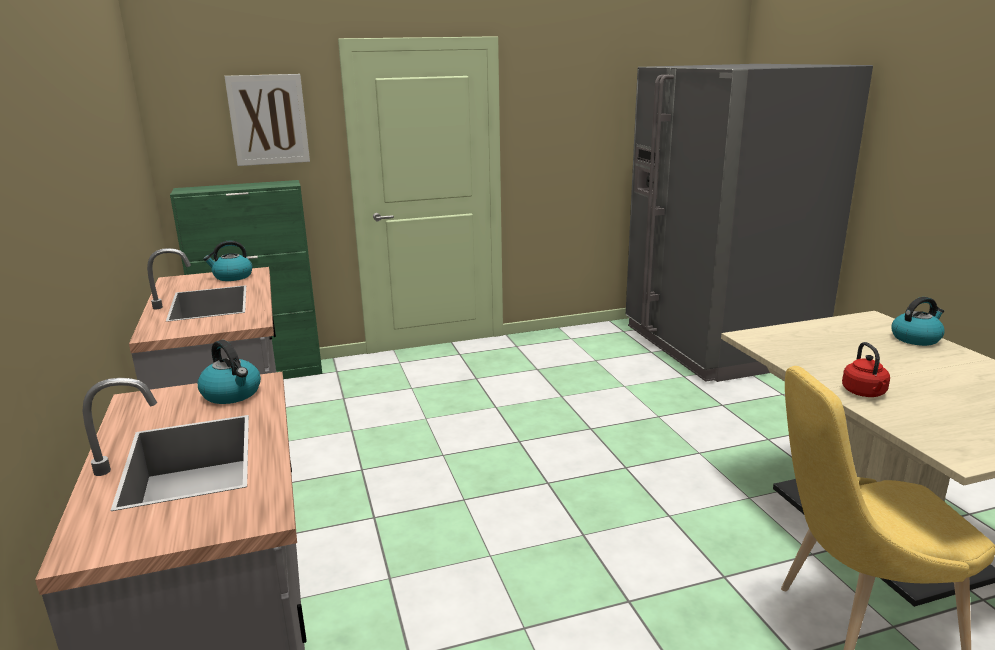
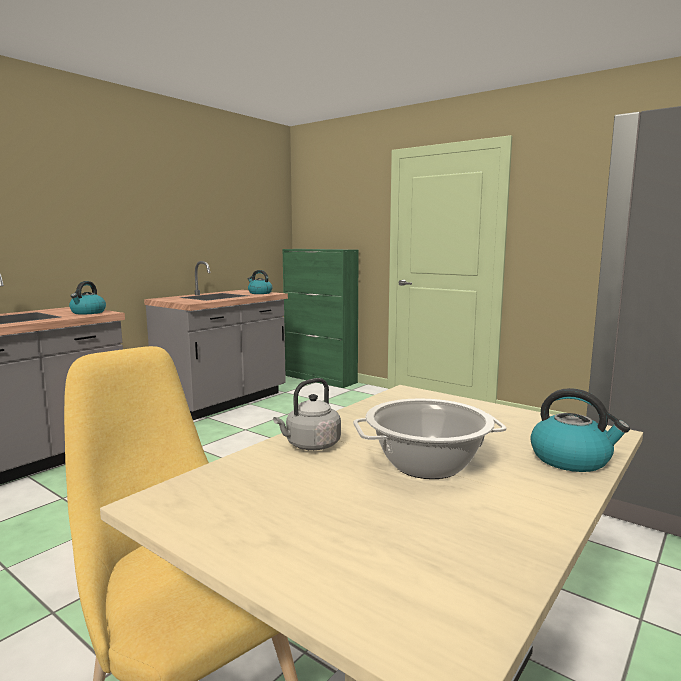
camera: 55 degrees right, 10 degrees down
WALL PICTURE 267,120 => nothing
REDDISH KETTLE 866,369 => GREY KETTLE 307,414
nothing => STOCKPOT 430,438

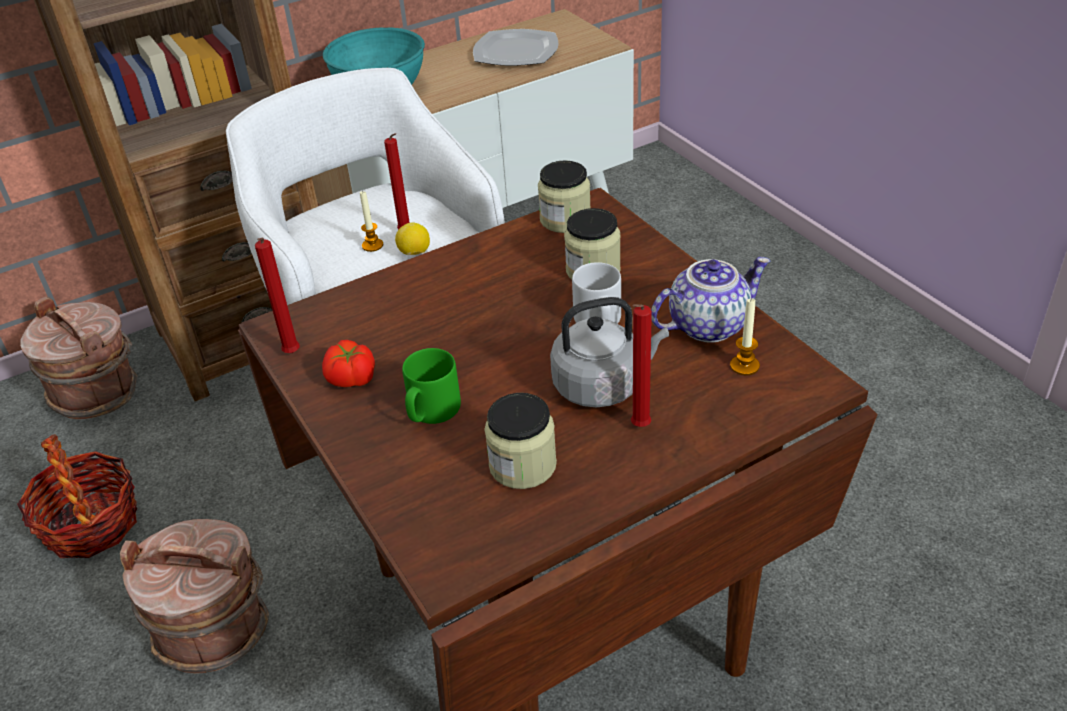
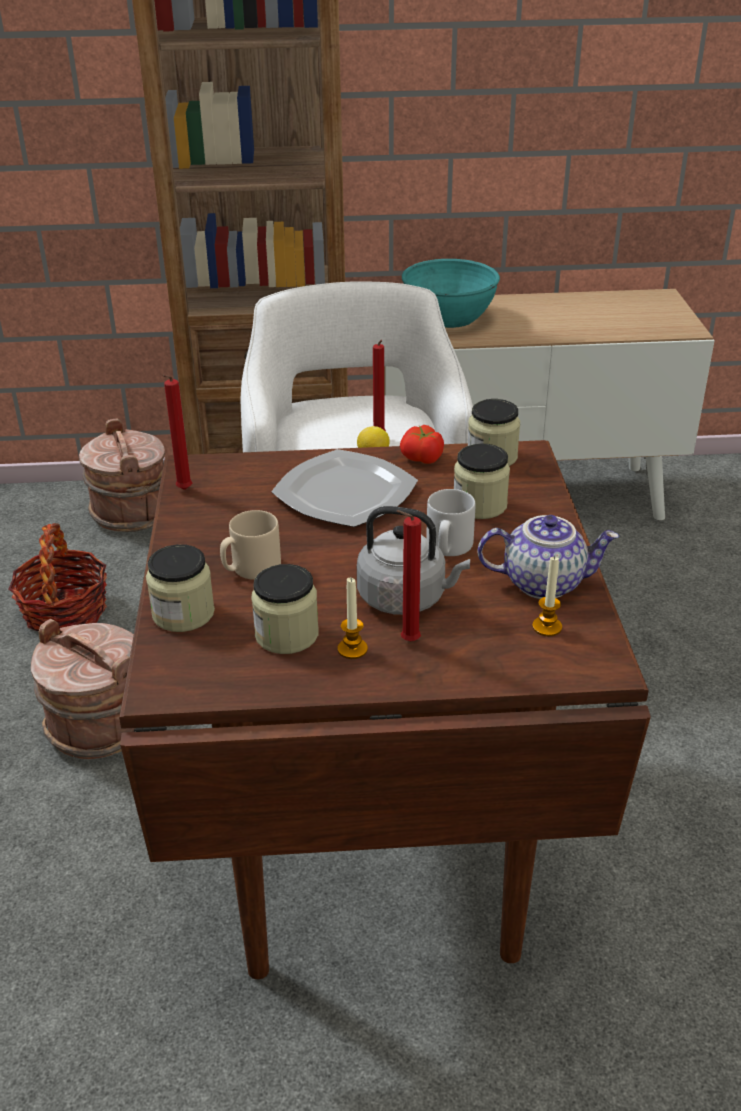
camera: 25 degrees right, 5 degrees down
PLATE 516,47 => PLATE 344,488, shifted
WAX CANDLE 371,221 => WAX CANDLE 353,618, shifted
TOMATO 348,363 => TOMATO 422,444, shifted
GREENISH TEA MUG 431,386 => BEIGE TEA MUG 250,545
nothing => PRESERVE JAR 180,588

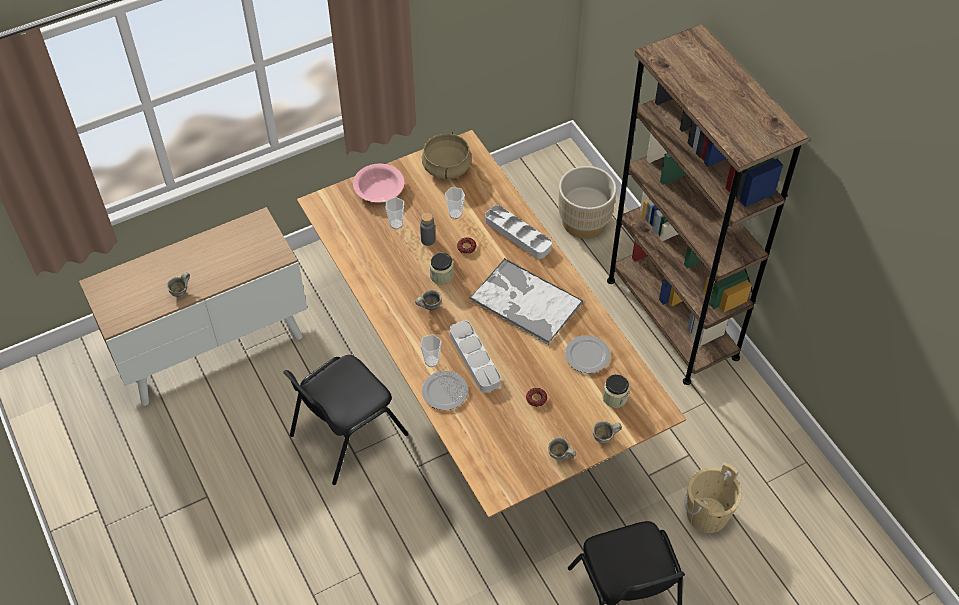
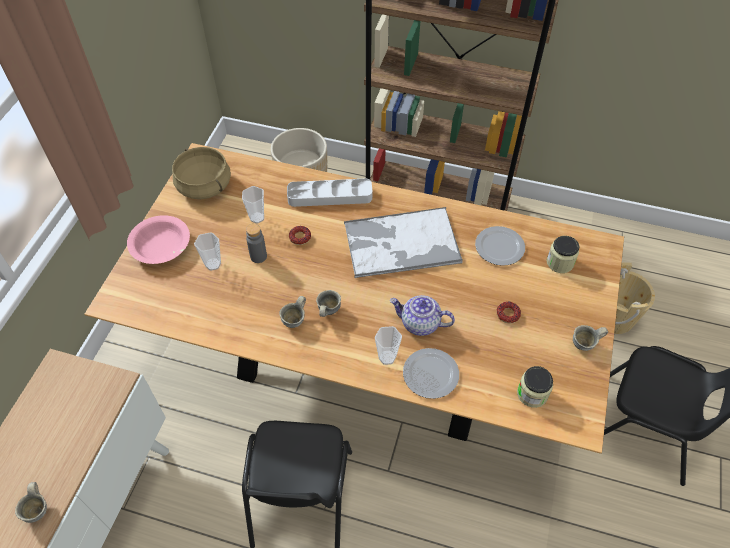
camera: 45 degrees left, 0 degrees up
PRESERVE JAR 442,269 => PRESERVE JAR 535,387, shifted
GREY TRAY 475,357 => TEAPOT 422,315
GREY TEA MUG 607,432 => GREY TEA MUG 292,312, shifted

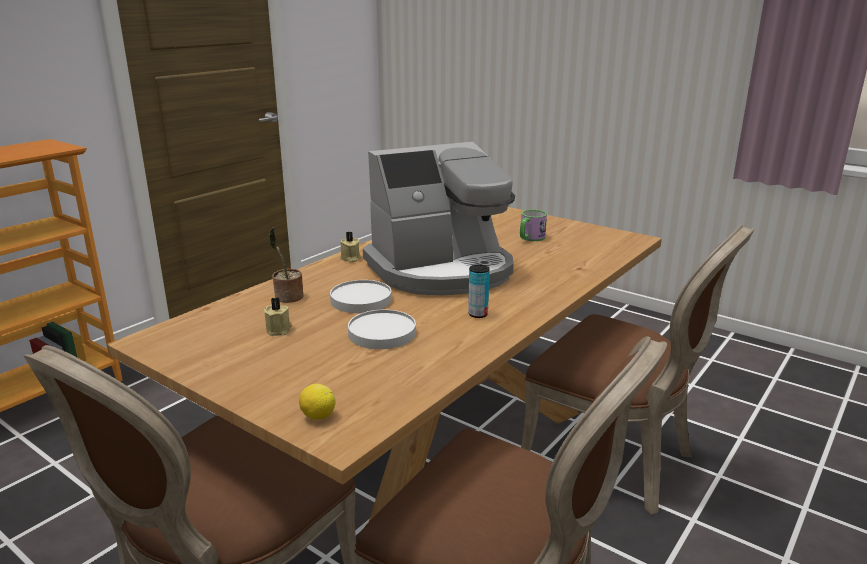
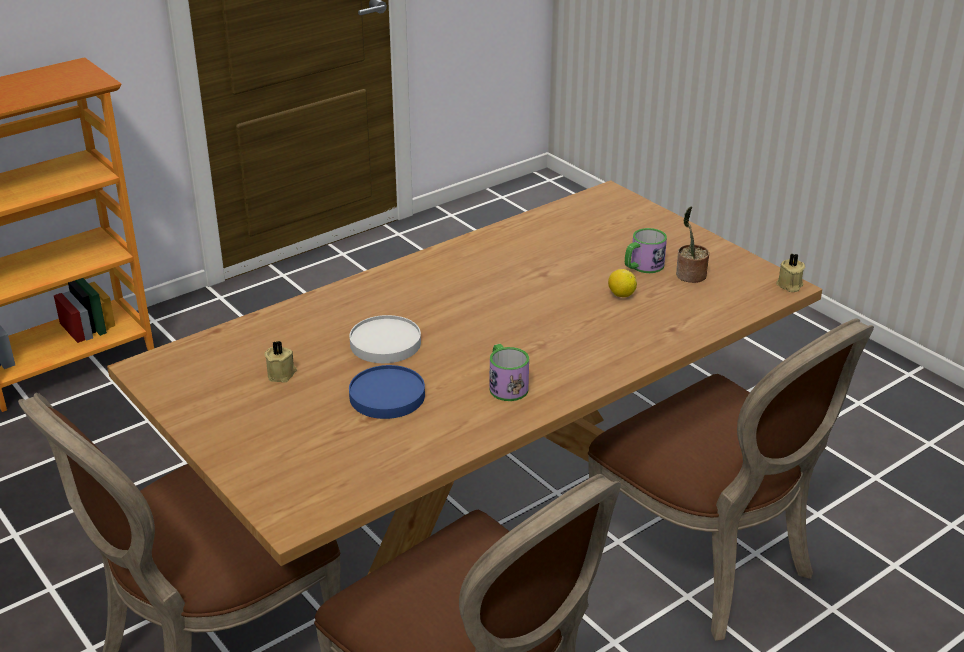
camera: 15 degrees right, 10 degrees up
COFFEE MAKER 439,218 => nothing
POTTED PLANT 286,265 => POTTED PLANT 692,244, shifted
BEIGE WAX CANDLE 350,246 => BEIGE WAX CANDLE 790,272, shifted
CAN 479,291 => TEA MUG 509,372
WHITE-COLOURED PLATE 382,329 => BLUISH PLATE 387,392
CITRUS FRUIT 317,402 => CITRUS FRUIT 622,283, shifted

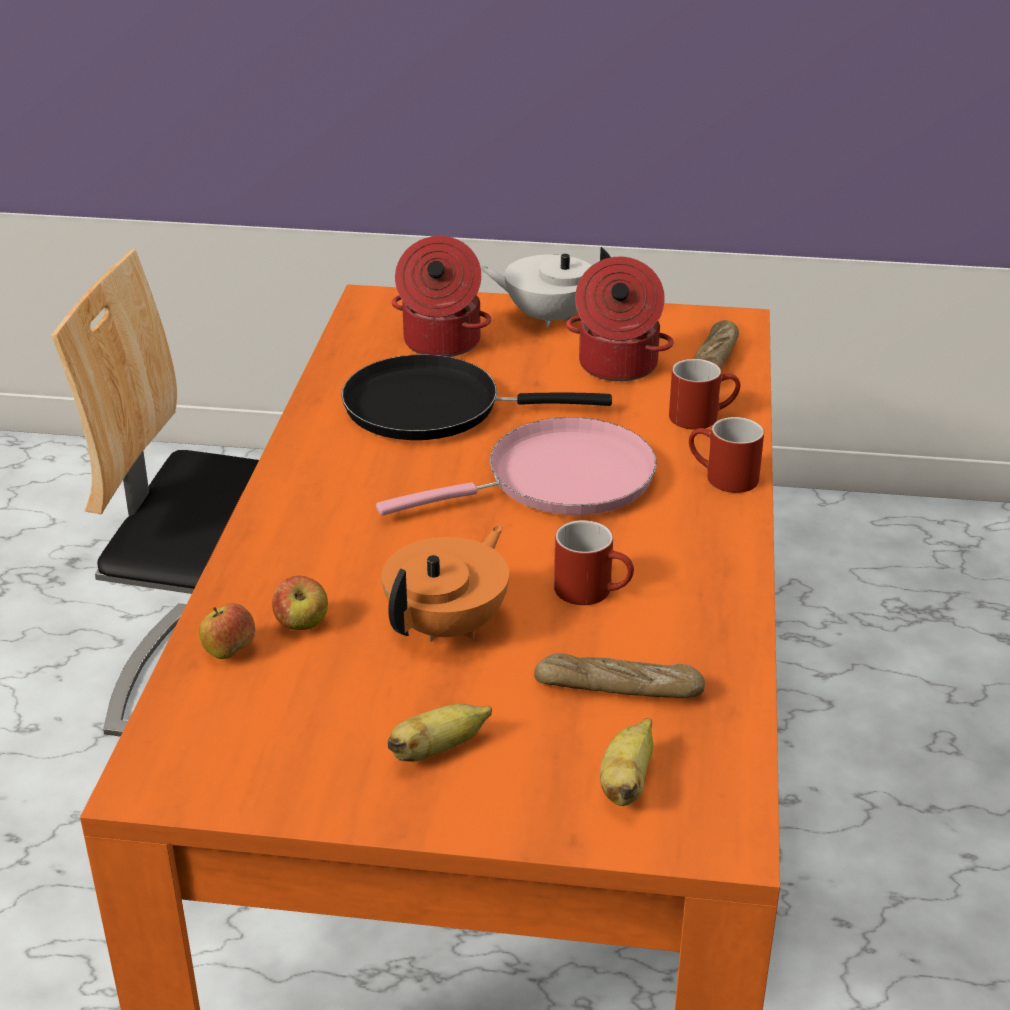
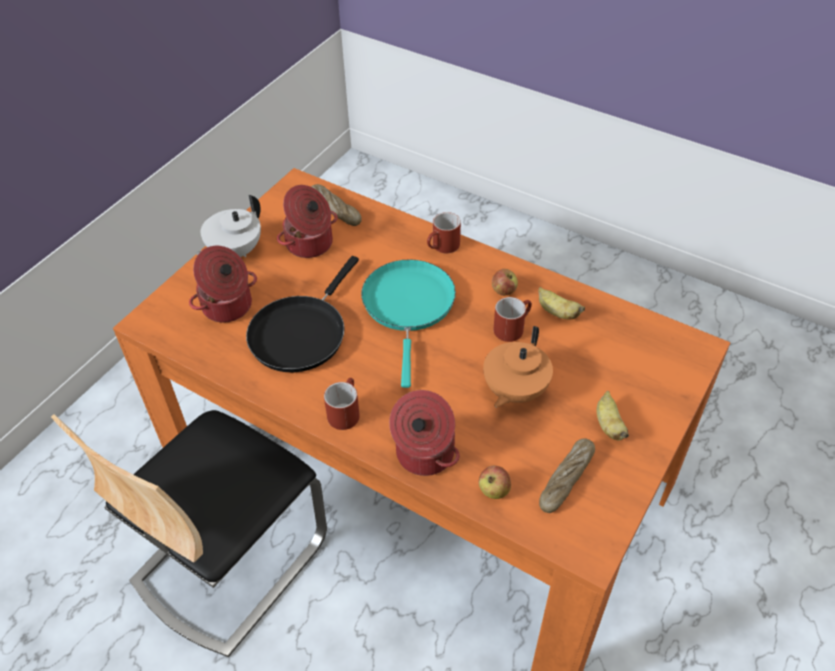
camera: 65 degrees left, 15 degrees up
REDDISH TEA MUG 704,394 => REDDISH TEA MUG 342,404, shifted
PINK SKILLET 516,466 => TURQUOISE-COLOURED SKILLET 408,323
ORANGEY TEAPOT 445,584 => ORANGEY TEAPOT 518,366, 120 degrees counterclockwise
WHOLE APPLE 300,603 => WHOLE APPLE 505,282, shifted
BREAD 619,675 => BREAD 567,476, shifted
WHOLE BANANA 626,762 => WHOLE BANANA 561,303, shifted
nothing => STOCKPOT 424,433

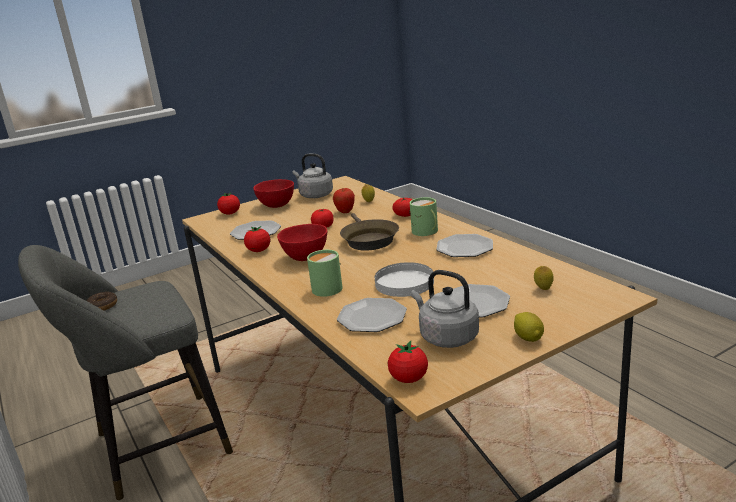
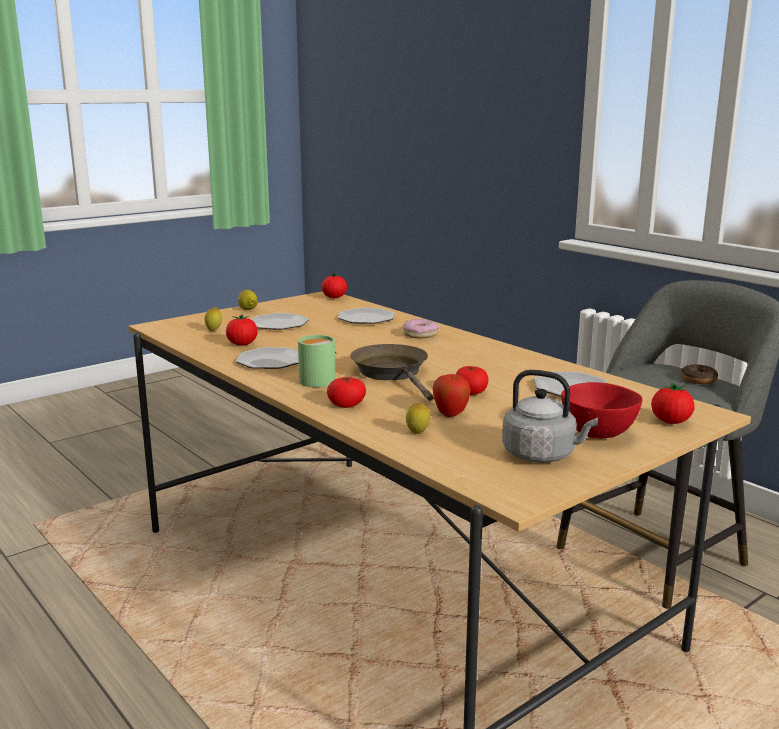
camera: 170 degrees right, 5 degrees down
REDDISH BOWL 302,242 => nothing
TOMATO 257,239 => TOMATO 242,330, shifted
GREENISH TEA MUG 325,273 => DOUGHNUT 421,329
WHITE-COLOURED PLATE 404,279 => nothing
GREY KETTLE 445,309 => nothing

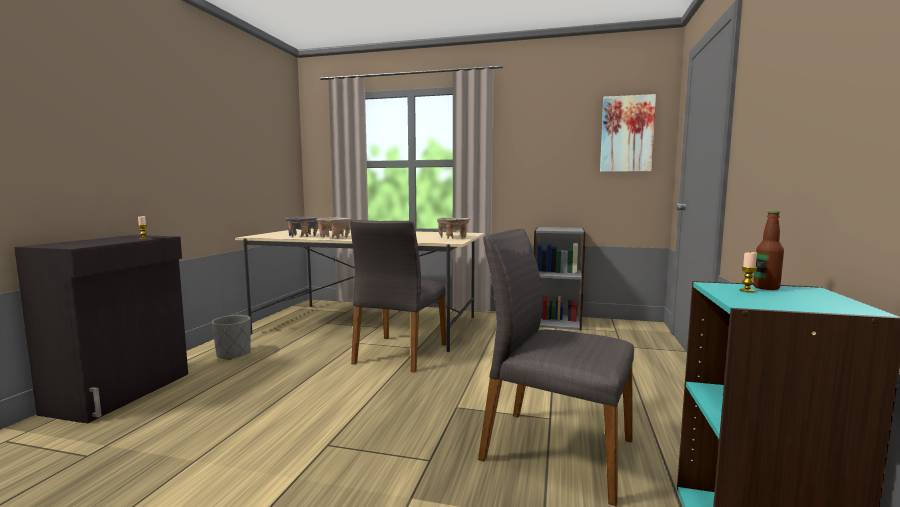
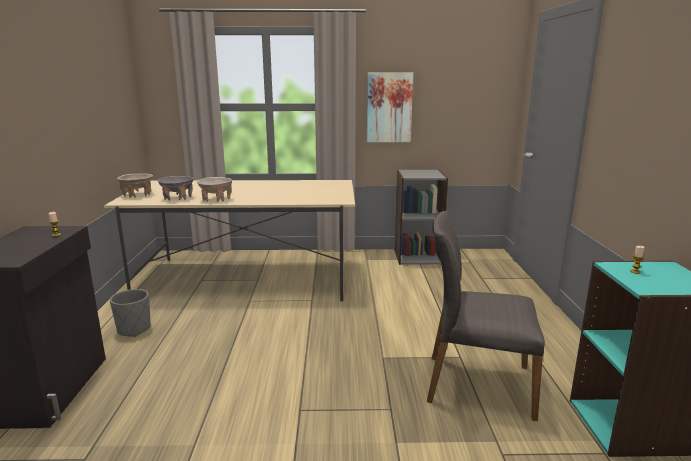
camera: 15 degrees left, 10 degrees up
WALL PICTURE 628,133 => WALL PICTURE 390,107, shifted
DRINK BOTTLE 768,250 => nothing
BEIGE BOWL 453,228 => BEIGE BOWL 135,186, shifted
GREY CHAIR 398,295 => nothing

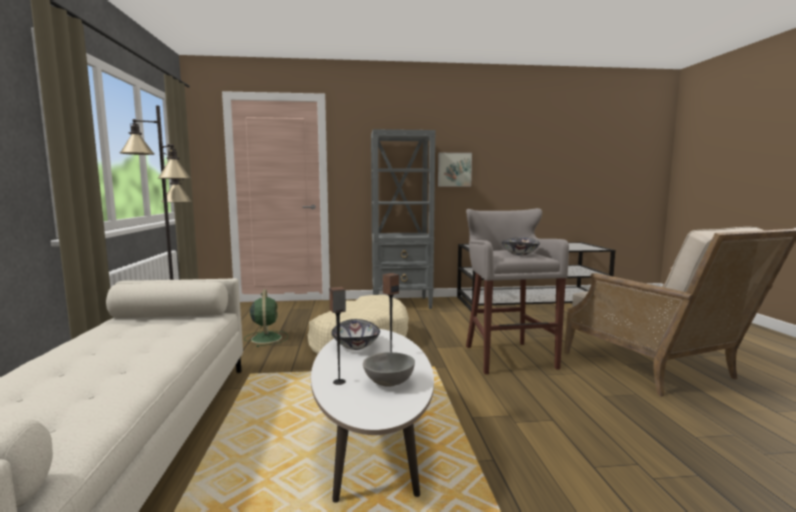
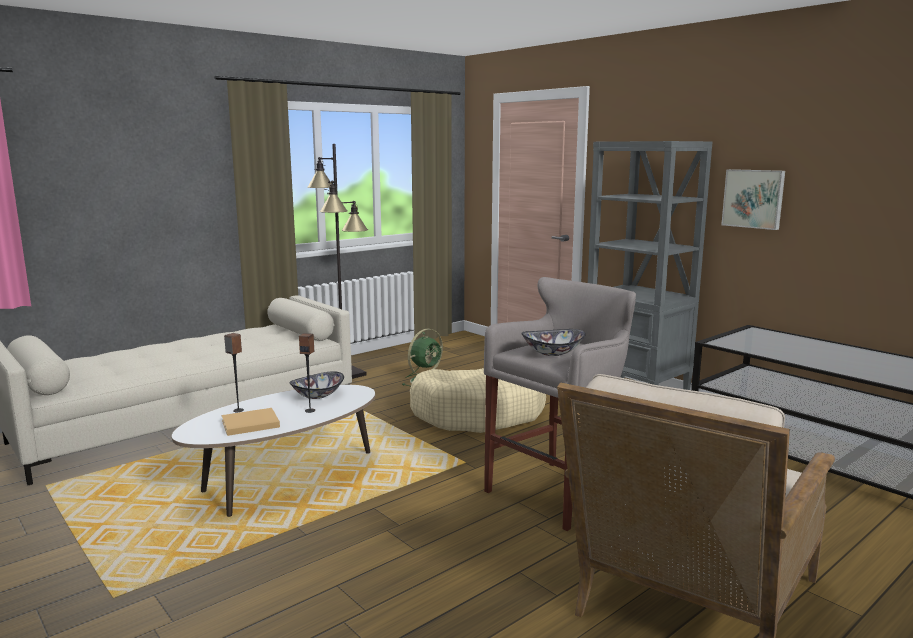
camera: 55 degrees right, 5 degrees up
GREY BOWL 389,369 => BEIGE BOOK 251,422

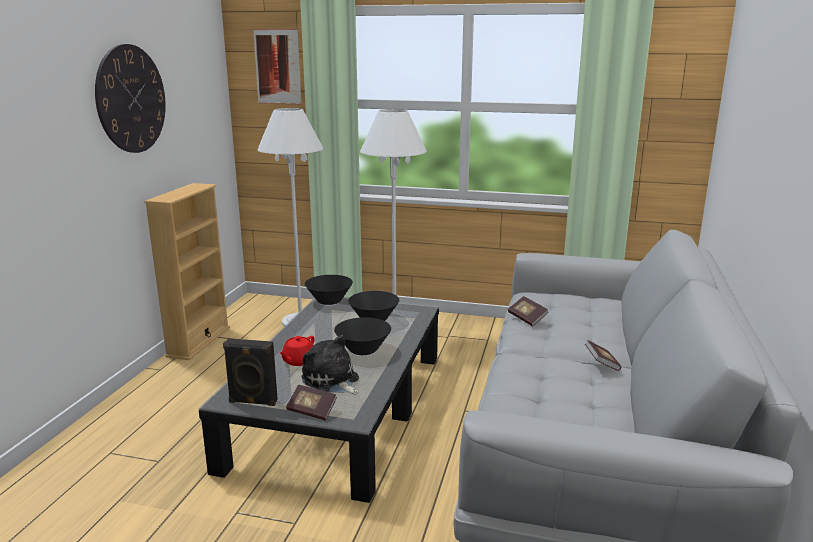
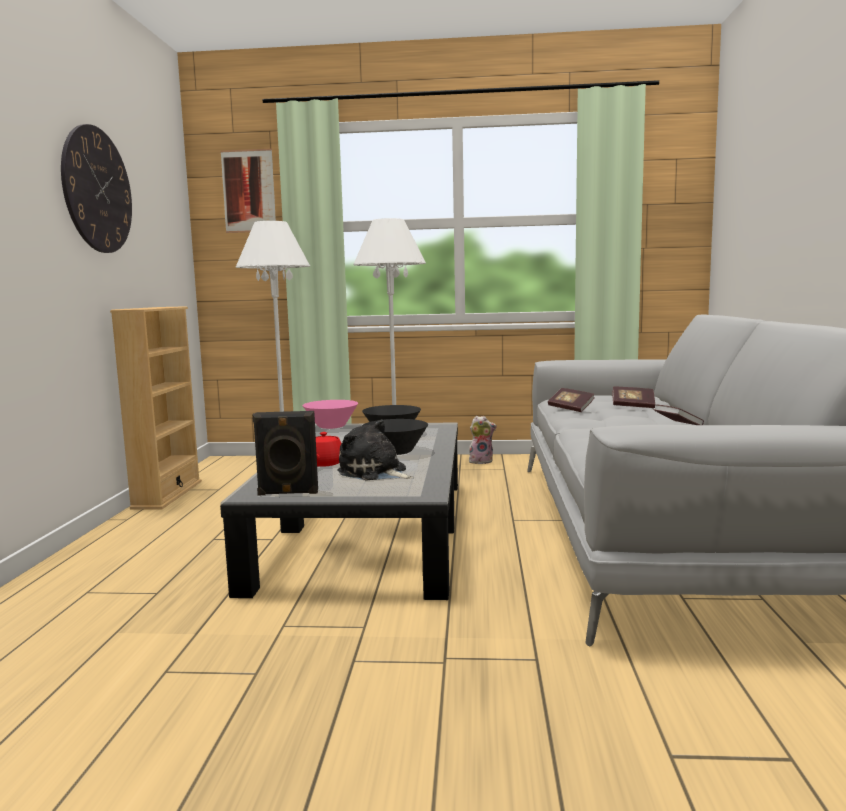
camera: 10 degrees left, 10 degrees down
BLACKISH BOWL 329,290 => PINK BOWL 330,414
BOOK 311,402 => BOOK 633,397, shifted
nothing => PLUSH TOY 483,440

